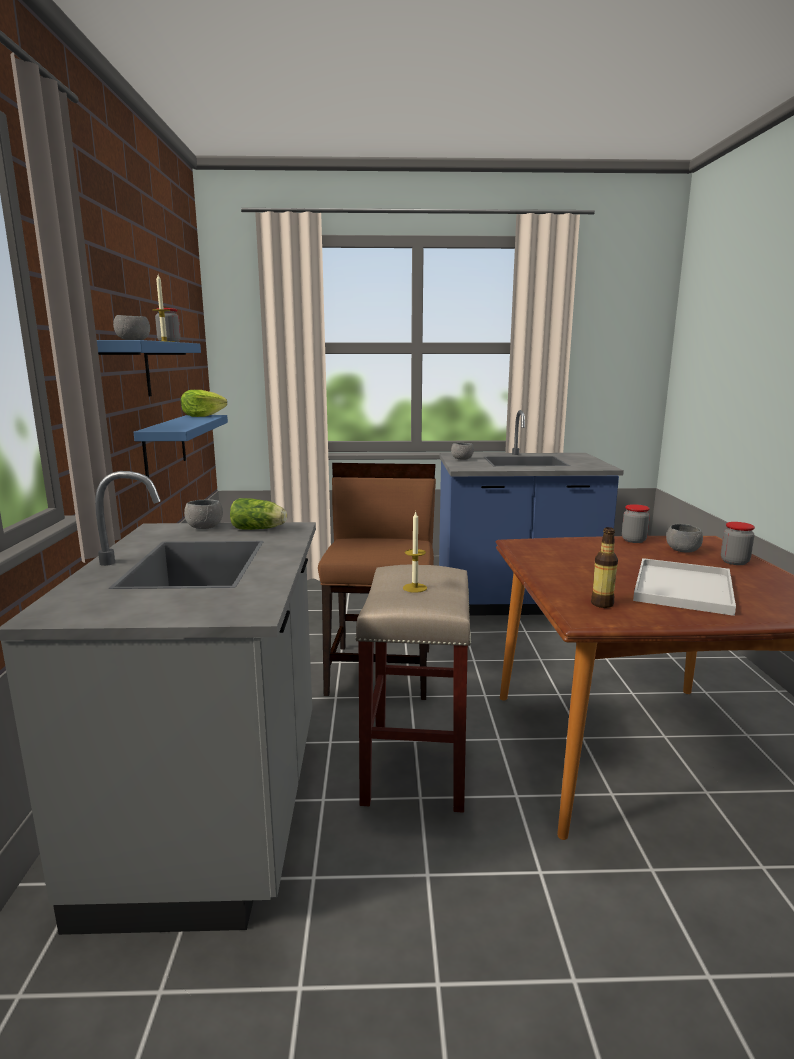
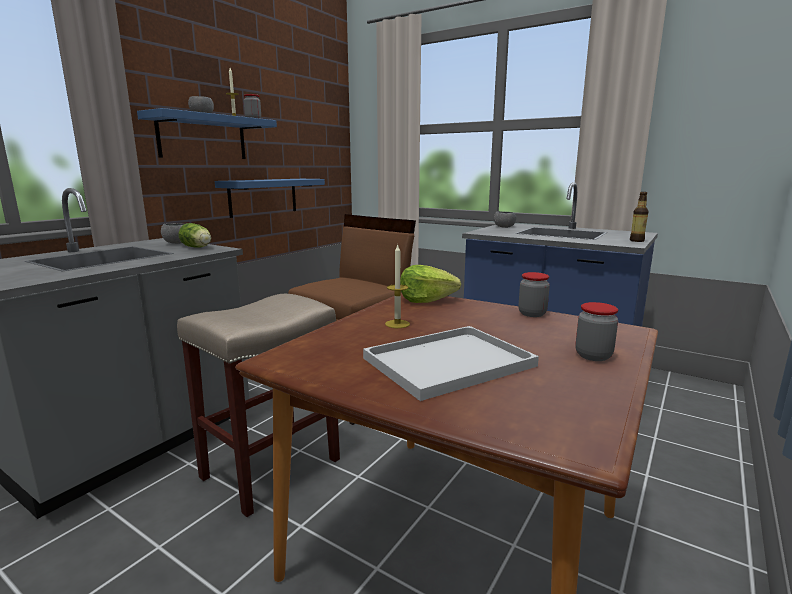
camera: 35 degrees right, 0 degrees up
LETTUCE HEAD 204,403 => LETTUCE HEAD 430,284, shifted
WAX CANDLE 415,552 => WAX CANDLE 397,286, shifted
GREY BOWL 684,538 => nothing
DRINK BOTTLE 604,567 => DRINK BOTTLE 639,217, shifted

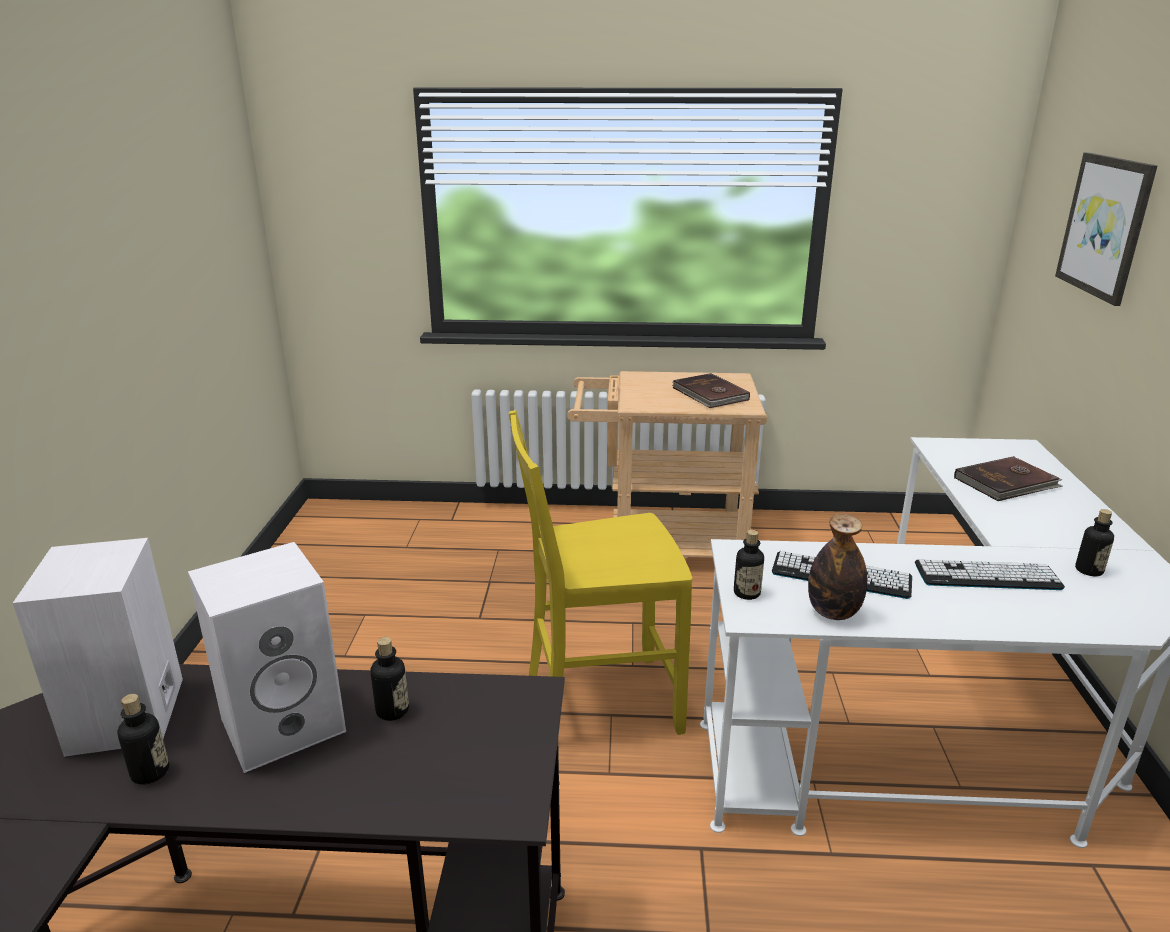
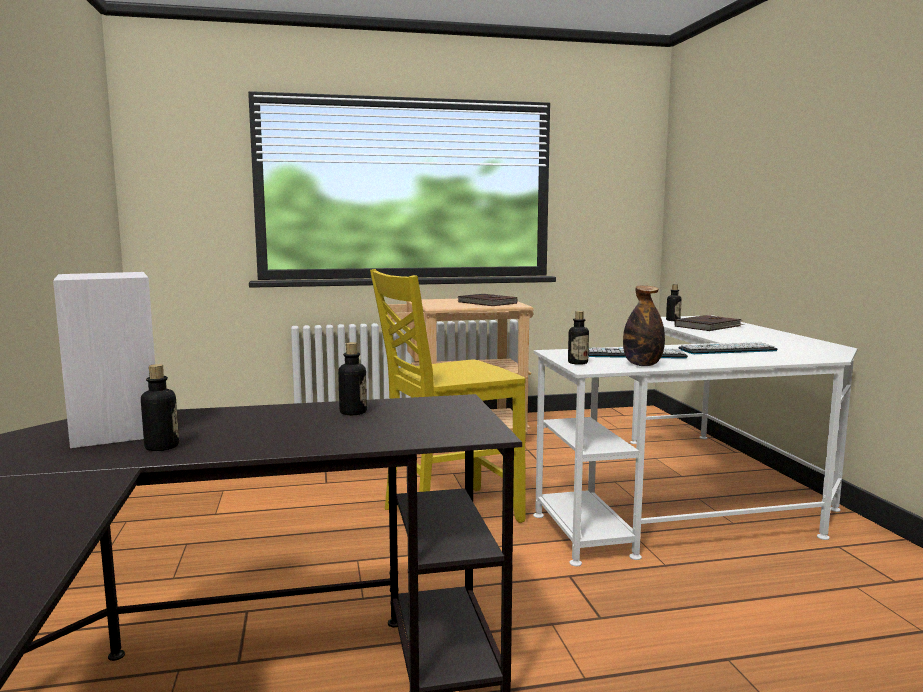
camera: 15 degrees left, 15 degrees down
WALL PICTURE 1106,229 => nothing
DRINK BOTTLE 1094,542 => DRINK BOTTLE 674,302, shifted
WHITE-COLOURED SPEAKER 267,657 => nothing

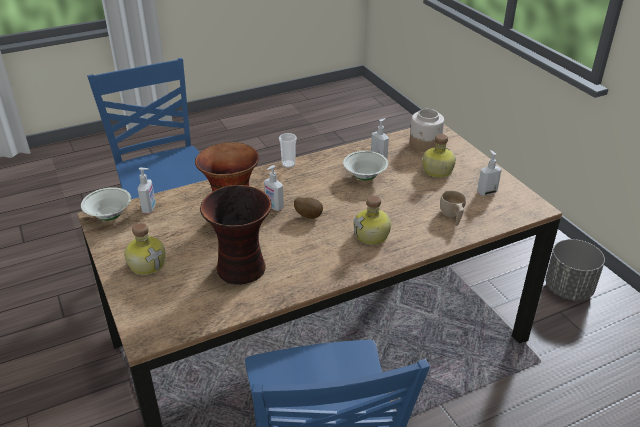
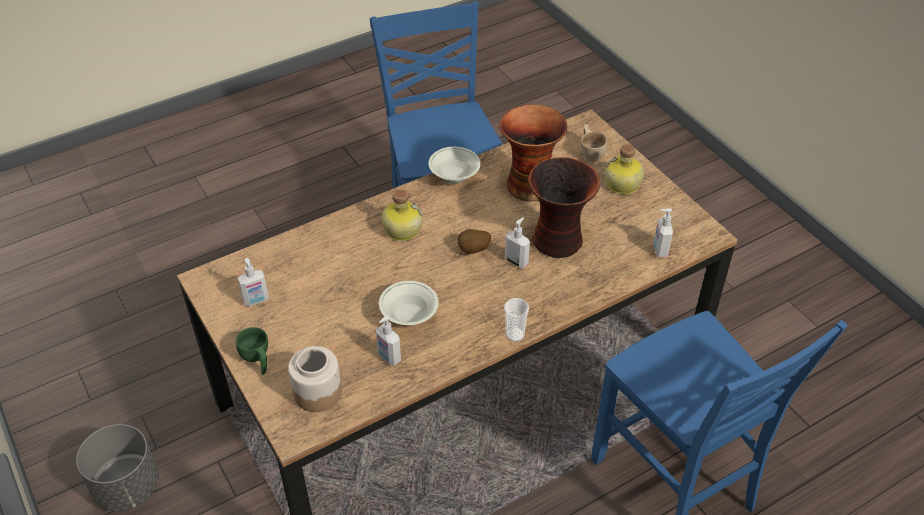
camera: 175 degrees right, 10 degrees up
DRINK BOTTLE 439,156 => nothing
WHITE-COLOURED BOWL 106,204 => WHITE-COLOURED BOWL 455,165, shifted
BEIGE CUP 453,208 => BEIGE CUP 594,143, shifted
nothing => GREENISH CUP 252,351

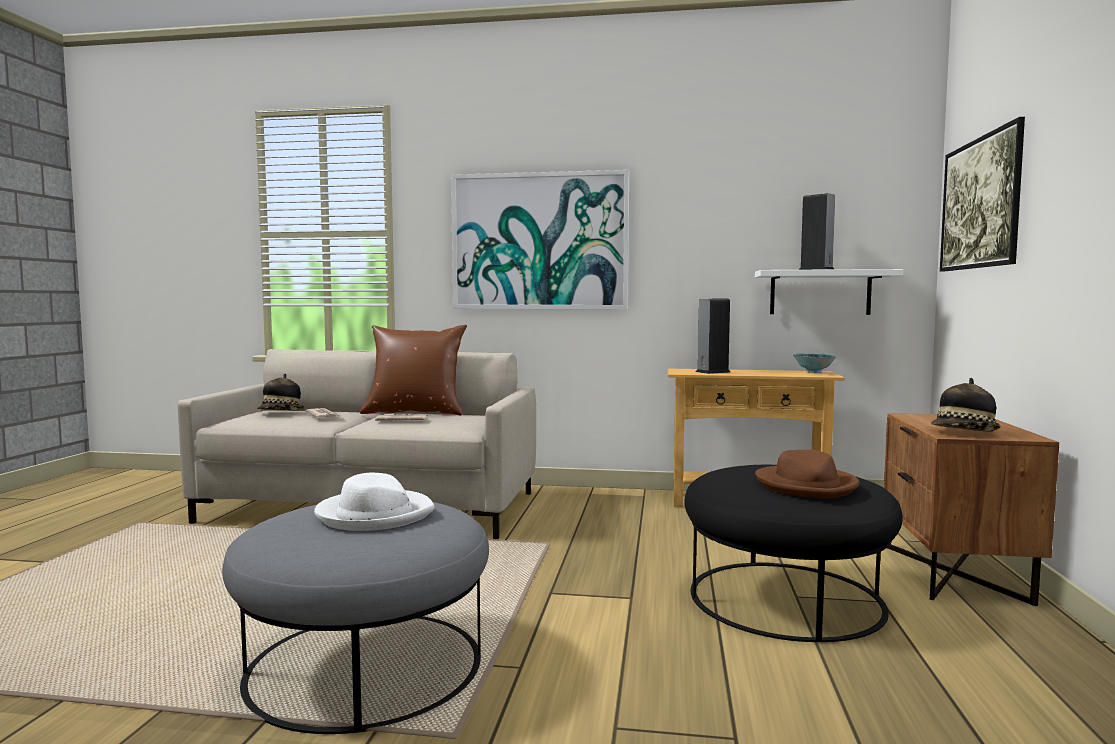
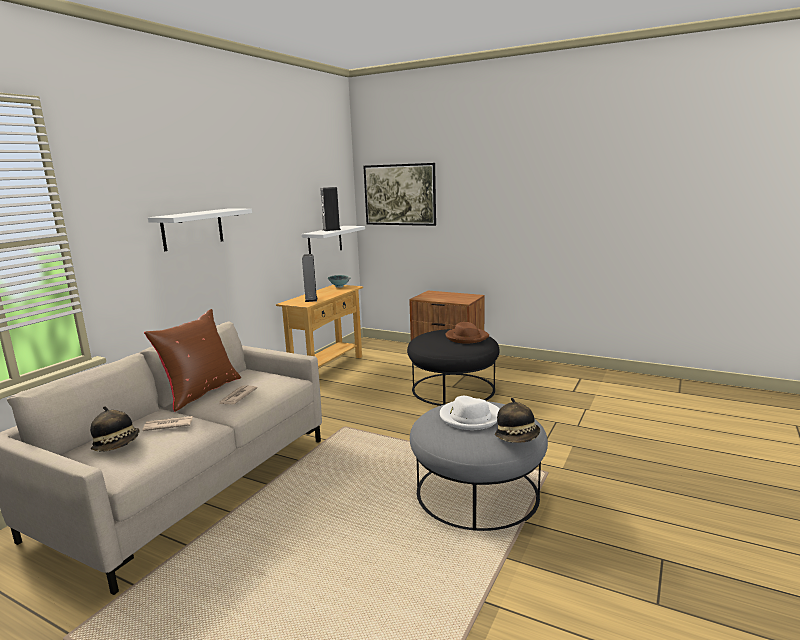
camera: 70 degrees left, 10 degrees up
WALL PICTURE 540,239 => WHITE-COLOURED WALL SHELF 200,230
HAT 966,404 => HAT 517,420, shifted

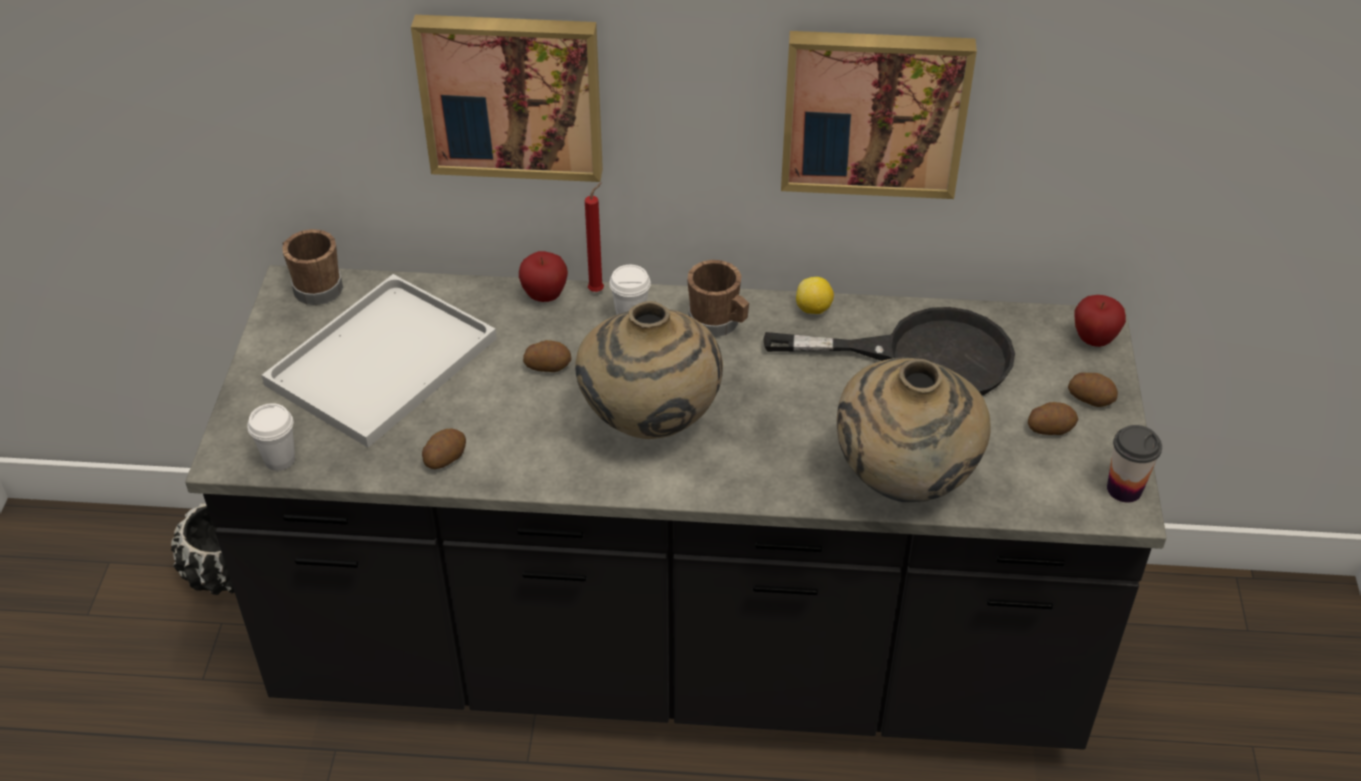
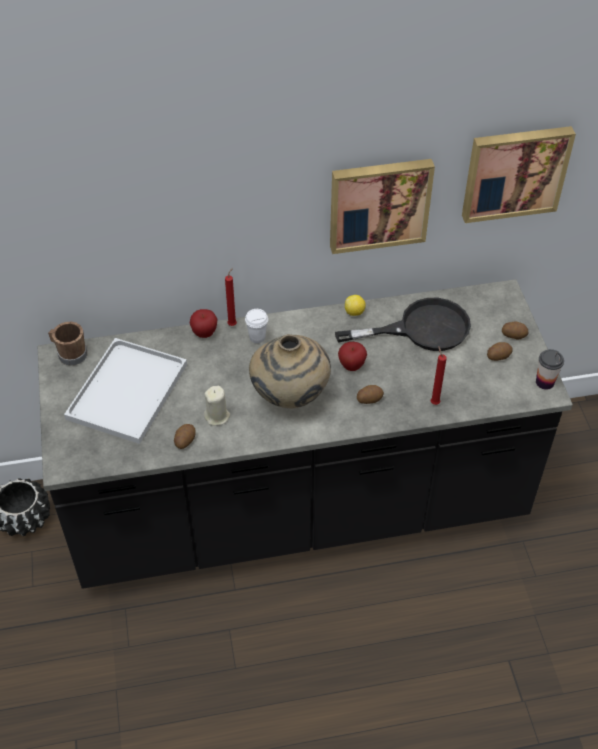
camera: 15 degrees left, 5 degrees up
WALL PICTURE 507,98 => WALL PICTURE 519,174, shifted
BROWN-COLOURED TEA MUG 718,298 => nothing
WHOLE APPLE 1100,321 => WHOLE APPLE 352,356, shifted
SPUD 547,356 => SPUD 370,394, shifted
BEIGE DECORATIVE VASE 914,430 => REDDISH WAX CANDLE 438,375
WHITE-COLOURED CUP 271,437 => nothing
nothing => BEIGE WAX CANDLE 217,406

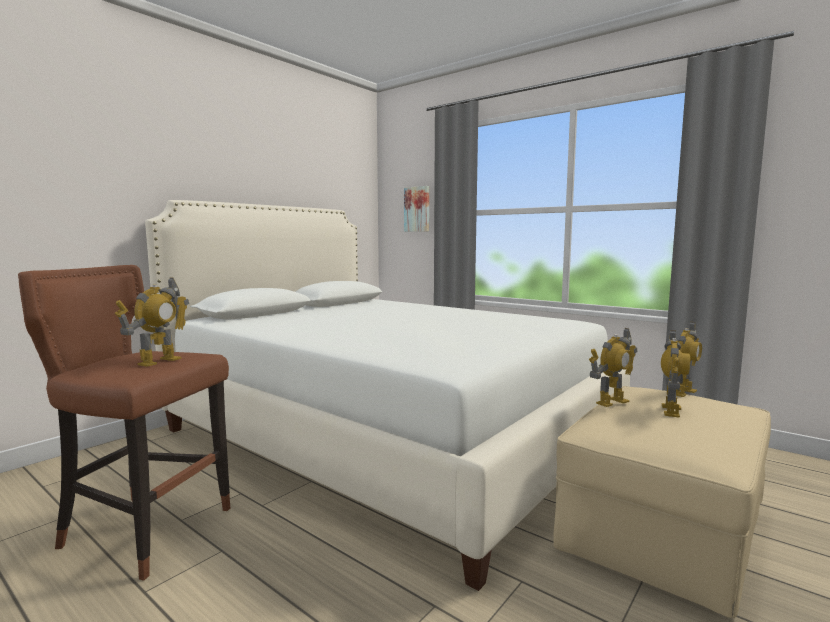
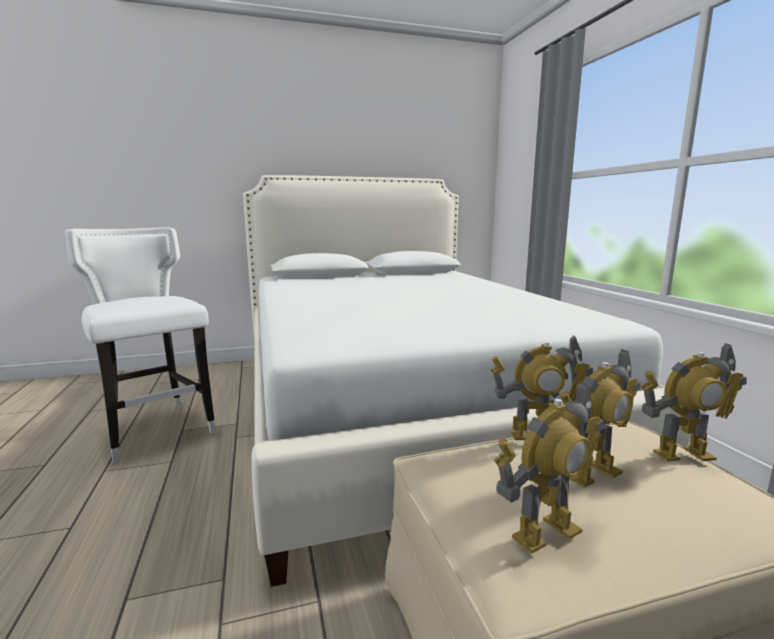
camera: 35 degrees right, 5 degrees up
WALL PICTURE 416,209 => nothing
BROWN-COLOURED STOOL 124,423 => WHITE-COLOURED STOOL 140,345
ROBOT FIGURE 152,322 => ROBOT FIGURE 549,467, shifted

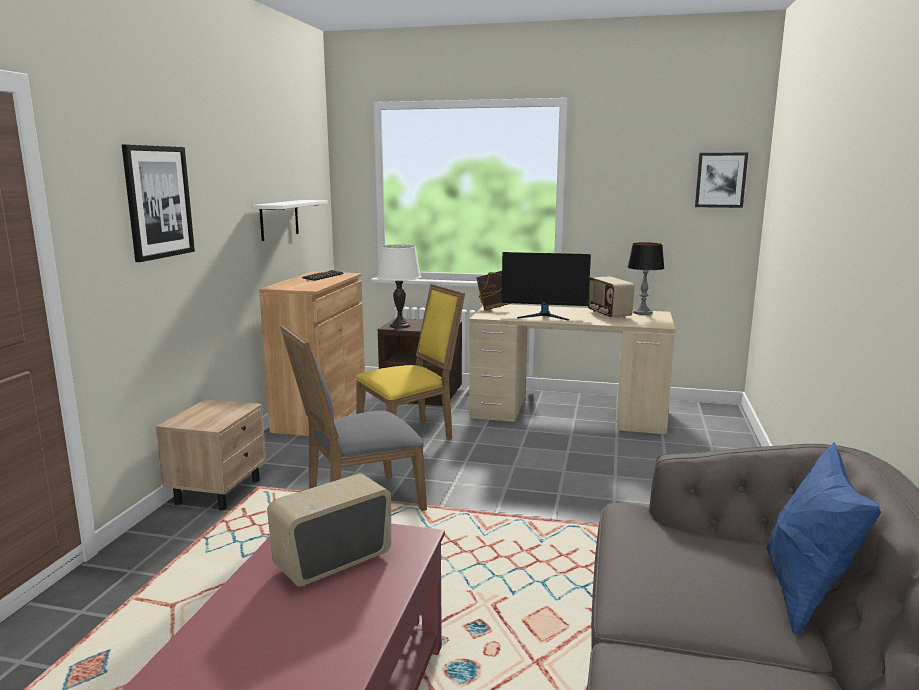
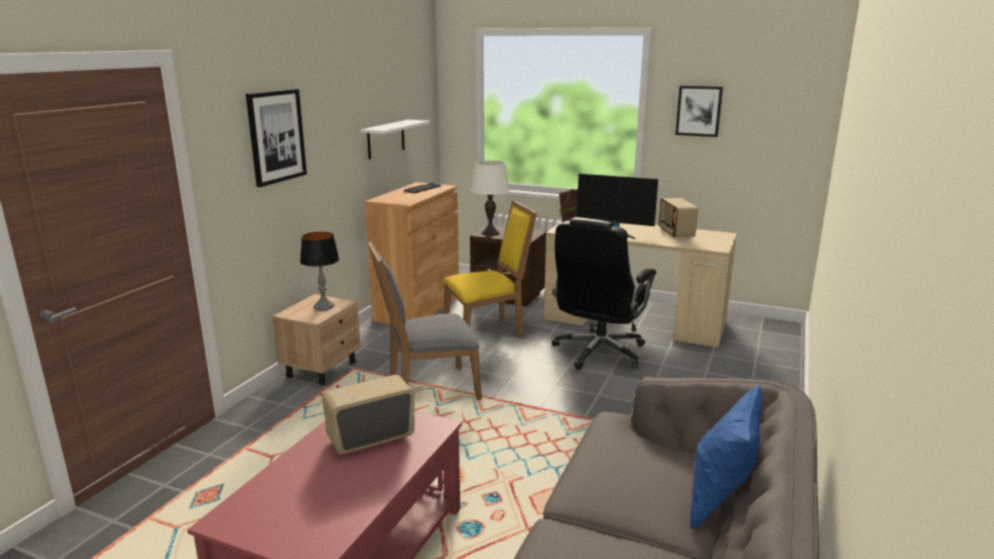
camera: 10 degrees right, 5 degrees up
WALL PICTURE 721,180 => WALL PICTURE 699,111, shifted
LAMP FOR A TABLE 646,278 => LAMP FOR A TABLE 320,271, shifted
nothing => BLACKISH COMPUTER CHAIR 604,293

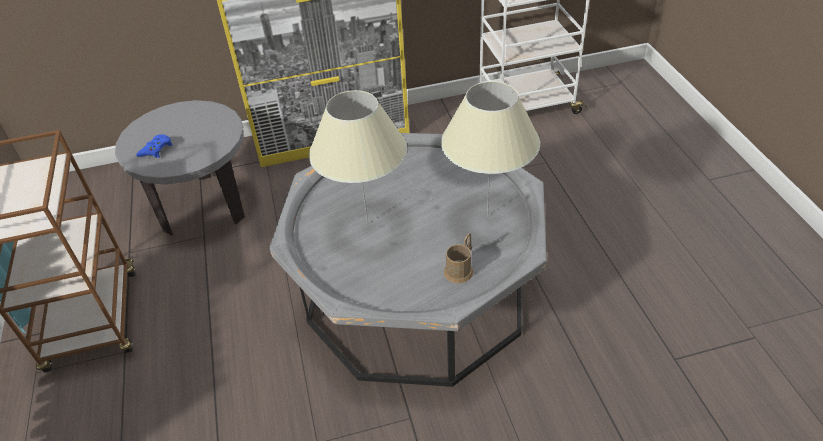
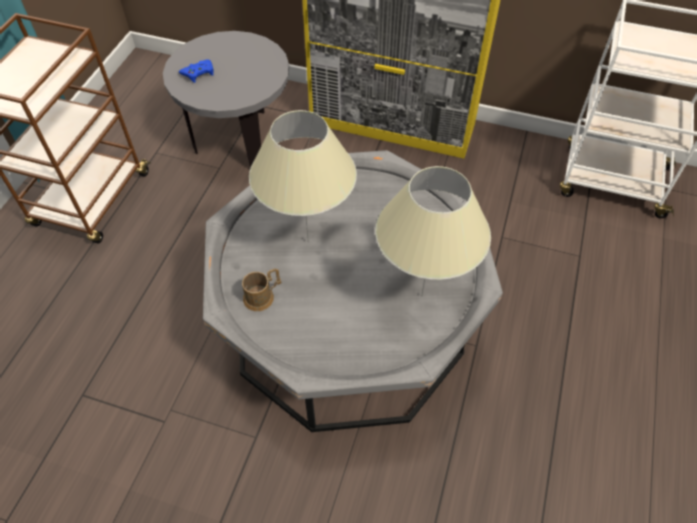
camera: 30 degrees right, 10 degrees up
BROWN-COLOURED TEA MUG 458,258 => BROWN-COLOURED TEA MUG 262,289, shifted

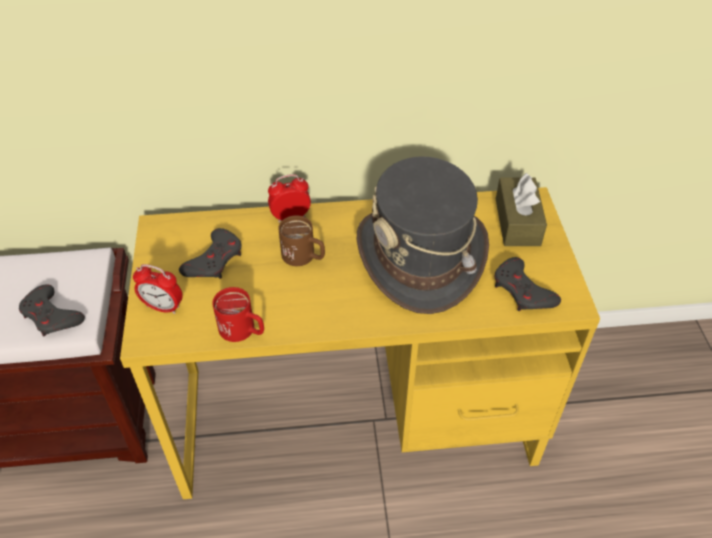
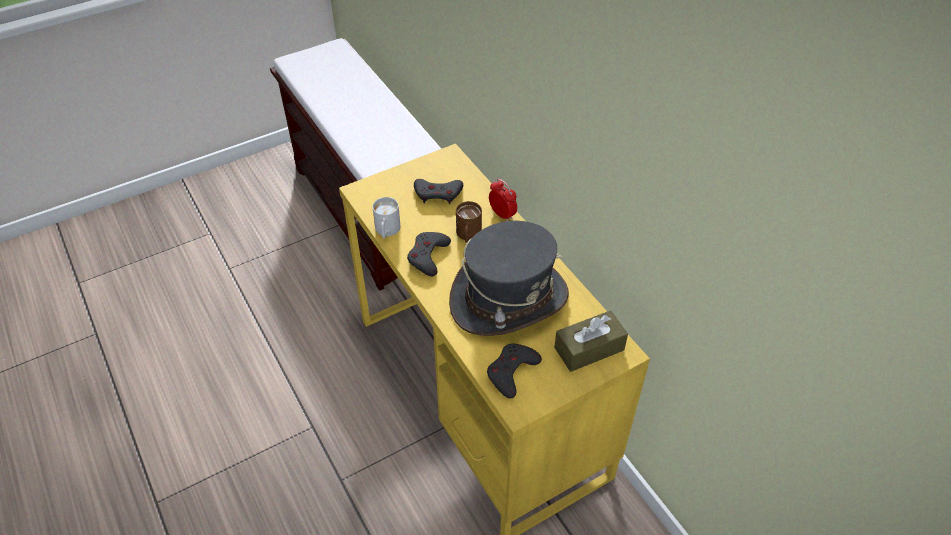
camera: 65 degrees right, 0 degrees up
BEDSIDE CLOCK 158,289 => nothing
GREY JOYPAD 52,310 => GREY JOYPAD 429,254, shifted
REDDISH TEA MUG 238,314 => WHITE-COLOURED TEA MUG 386,217

